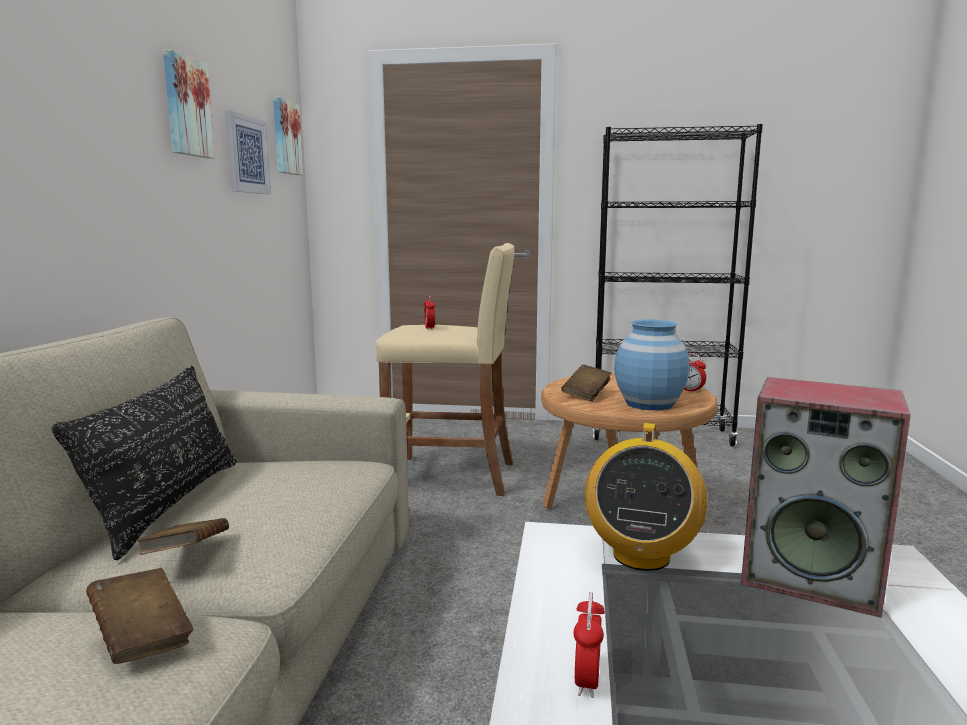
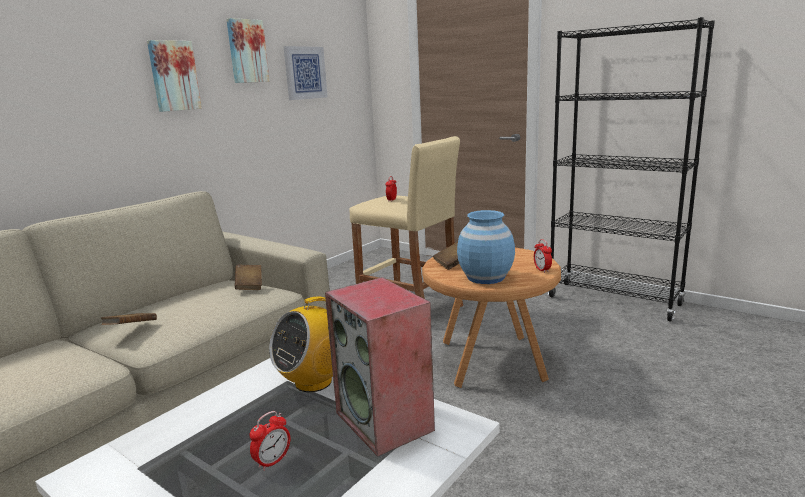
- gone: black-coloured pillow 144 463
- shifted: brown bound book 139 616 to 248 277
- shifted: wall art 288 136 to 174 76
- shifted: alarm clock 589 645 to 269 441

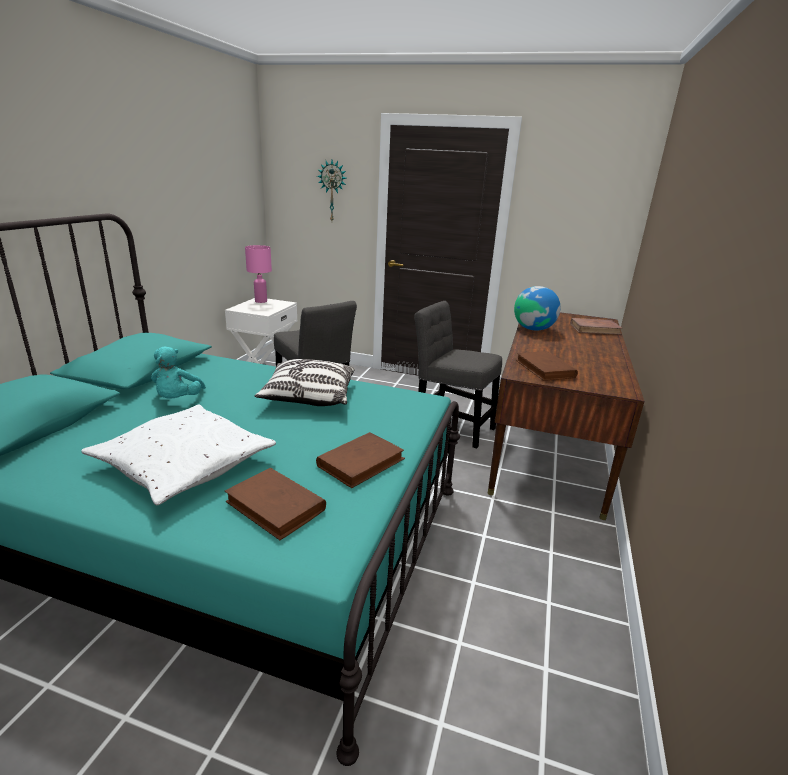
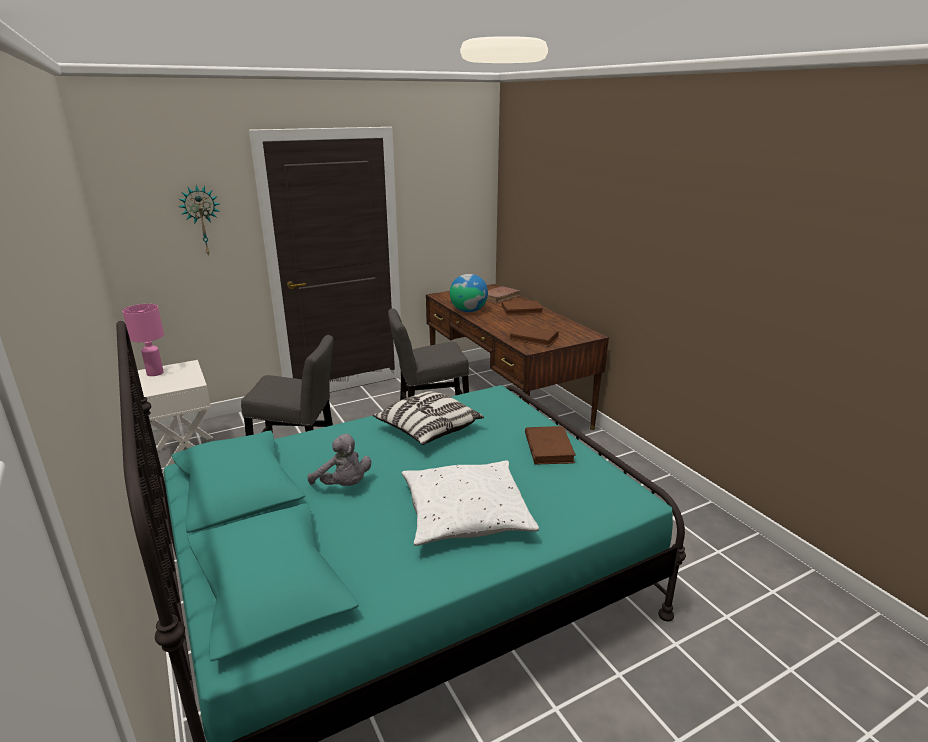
- shifted: brown bound book 275 504 to 523 308
- repainted: blue-green soft toy 178 372 to greyish soft toy 339 460

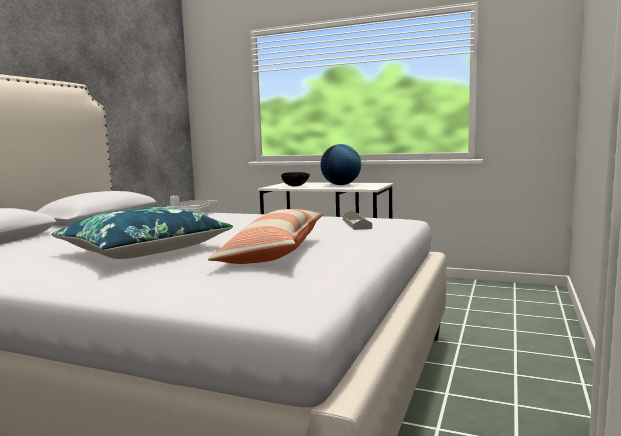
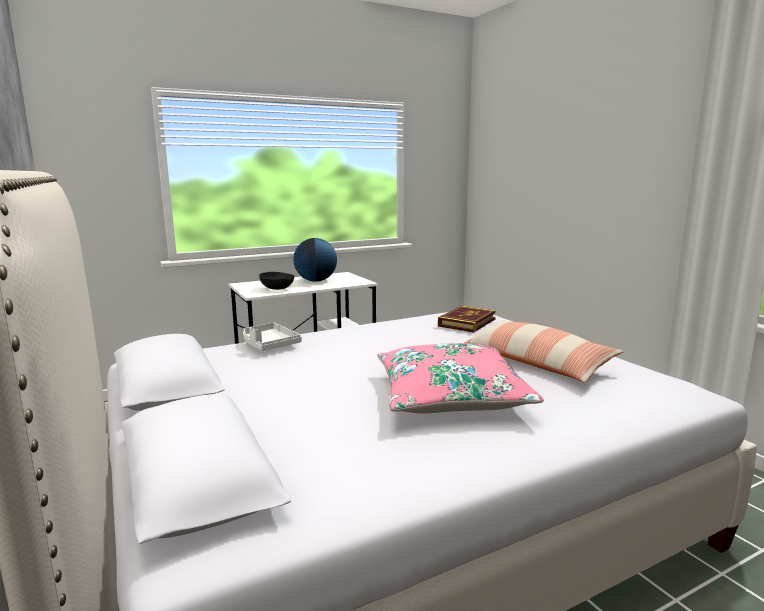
- swapped: greyish carrying tray 357 220 to bound book 467 319
- repainted: blue pillow 142 233 to pink-coloured pillow 460 378

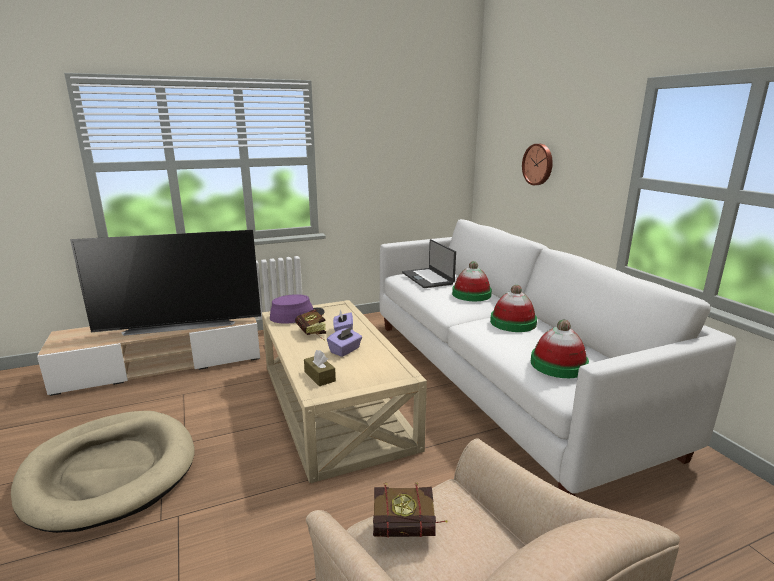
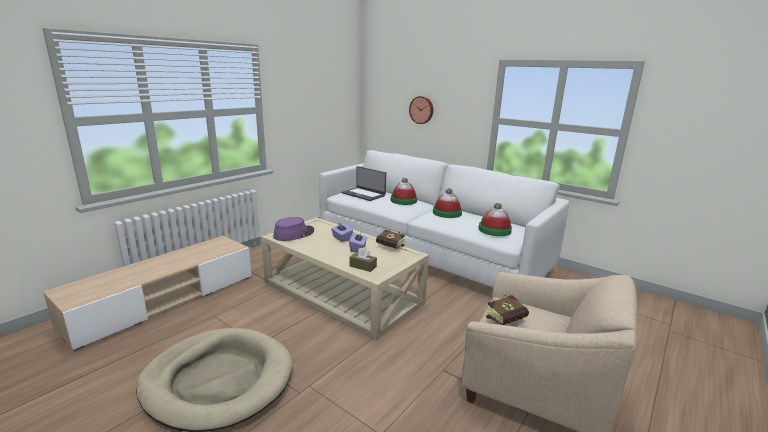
- gone: television 165 283
- shifted: bound book 310 324 to 392 240

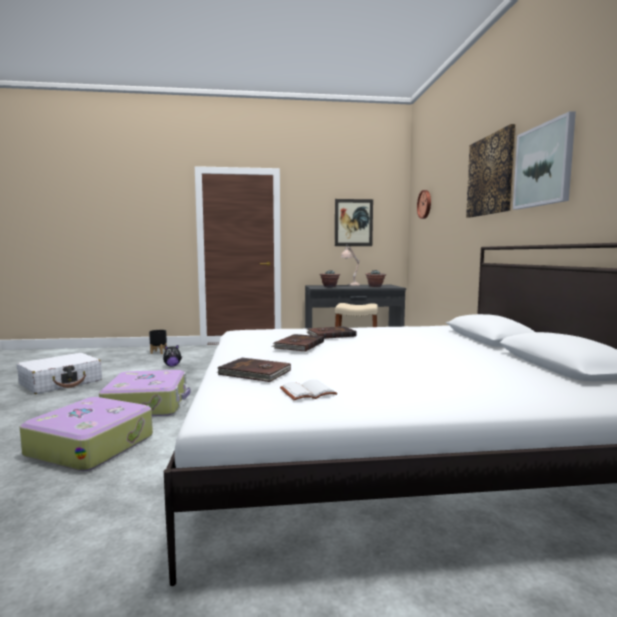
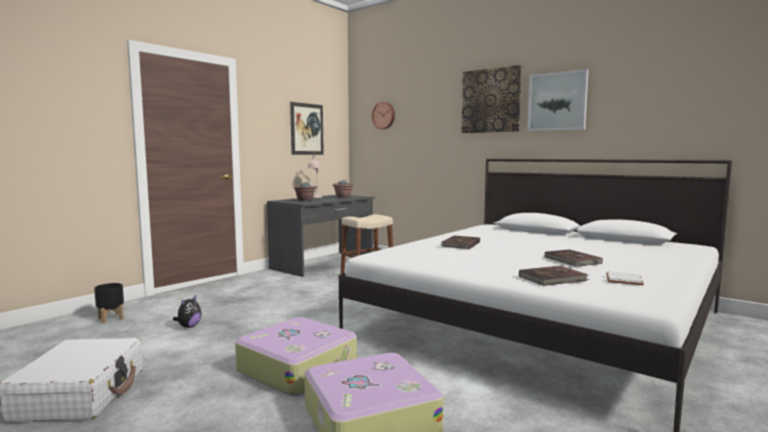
- shifted: brown bound book 297 343 to 573 258

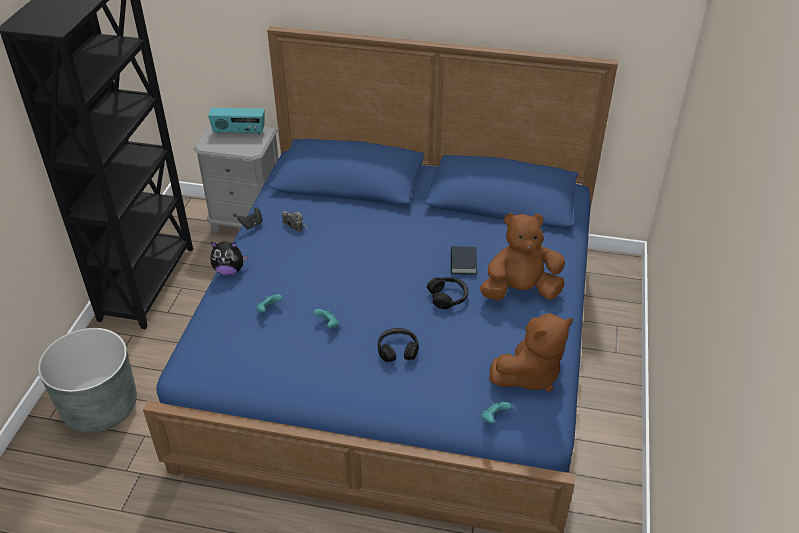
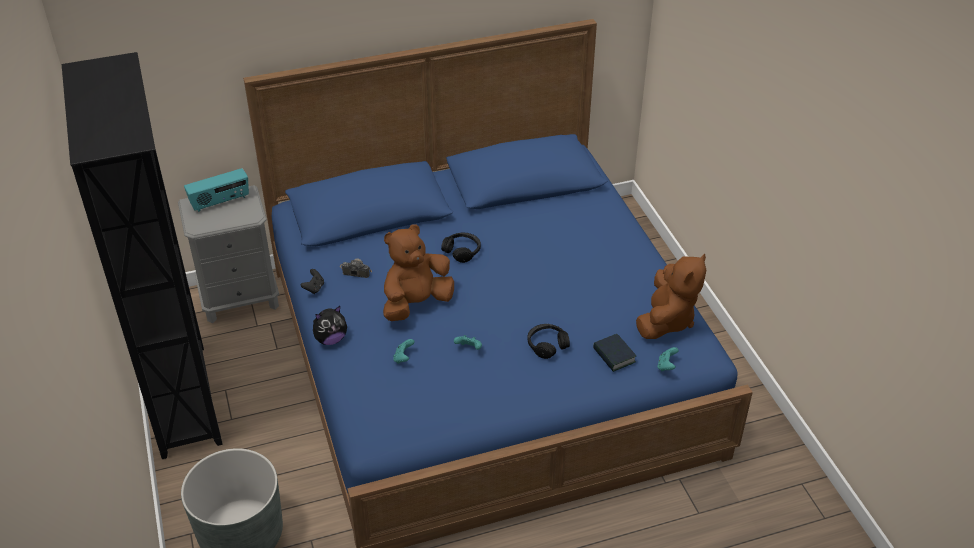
- shifted: black-coloured pair of headphones 447 293 to 461 248
- shifted: bound book 464 260 to 614 353
- shifted: brown soft toy 522 256 to 418 272

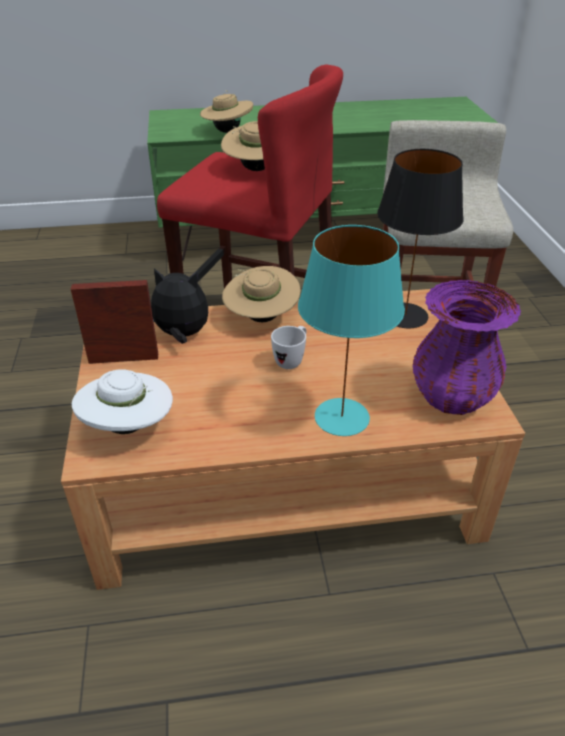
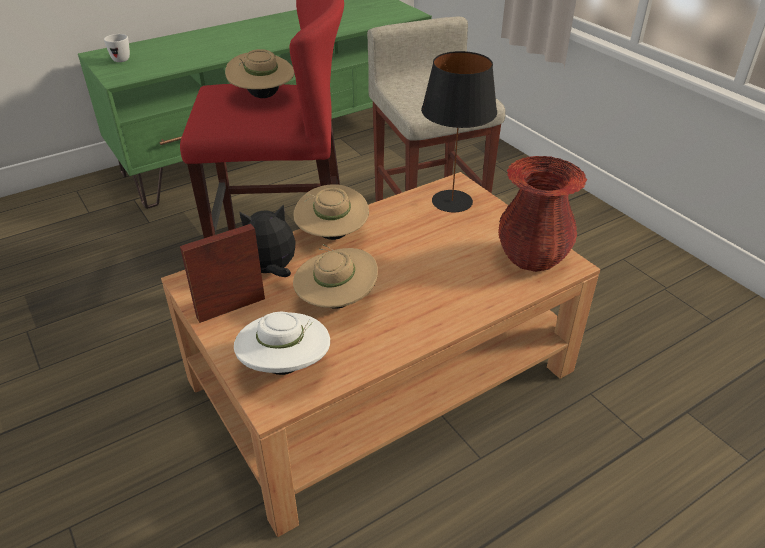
- gone: blue-green lamp for a table 351 330
- shifted: beige-coloured wearable hat 226 111 to 335 276
- shifted: white-coloured tea mug 289 347 to 117 48
- repainted: purple-coloured vase 466 347 to red-coloured vase 542 214

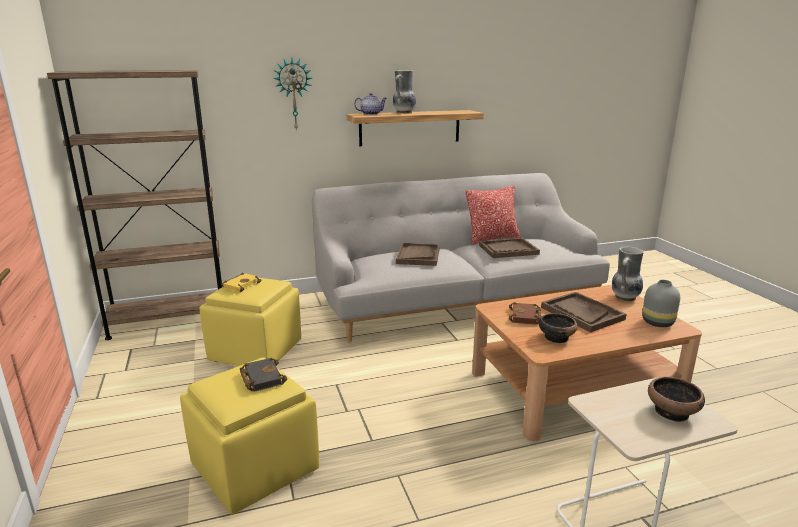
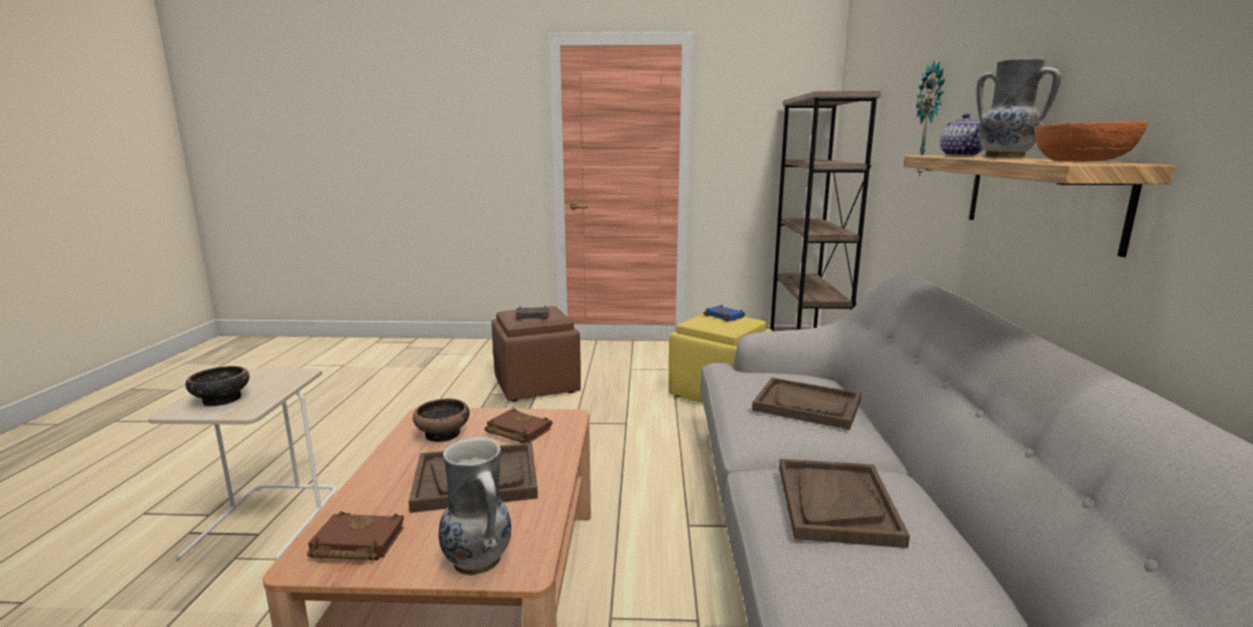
- gone: pillow 493 215
- new: orangey deep dish 1091 141
- swapped: greyish vase 661 303 to brown bound book 355 536
- repainted: yellow pouffe 249 436 to brown pouffe 536 354
- repainted: yellow bound book 241 282 to blue bound book 724 313

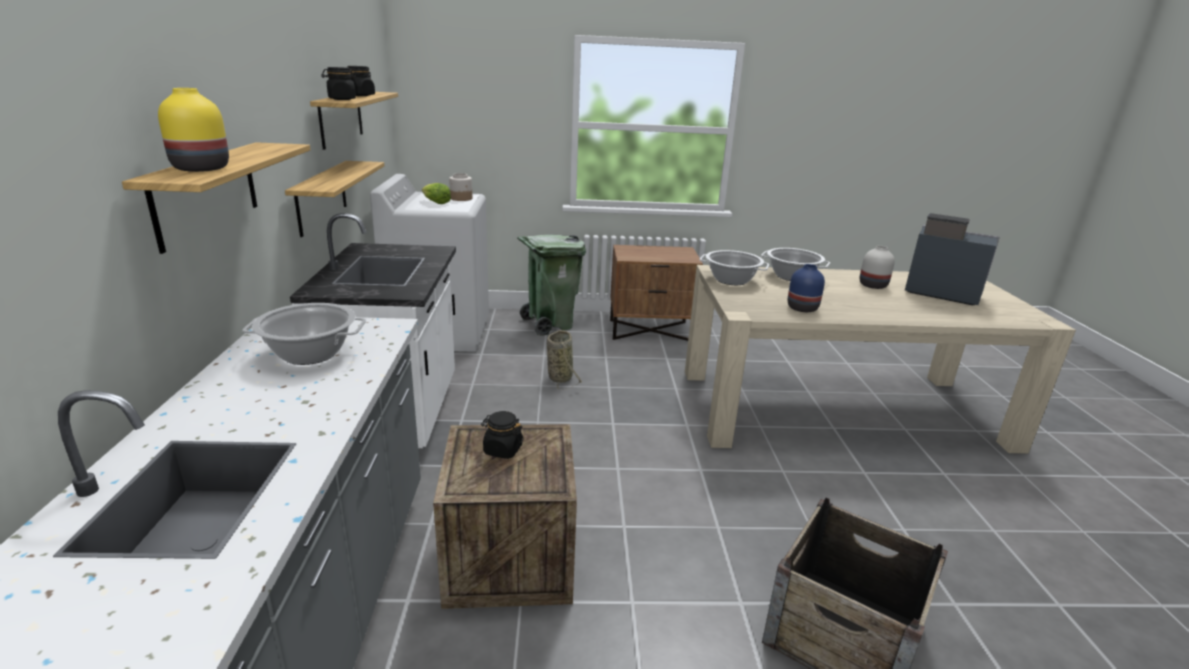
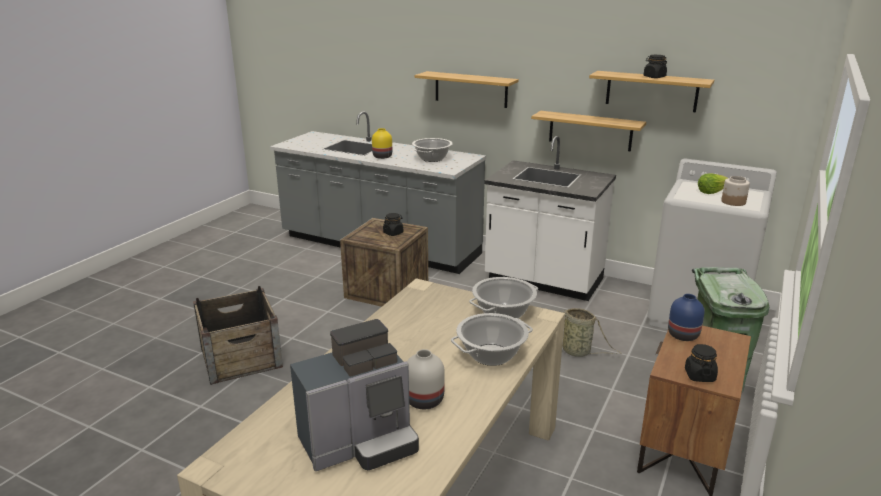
- shifted: yellow vase 193 130 to 382 143
- shifted: black-coloured preserve jar 339 83 to 701 363
- shifted: blue vase 806 288 to 686 317

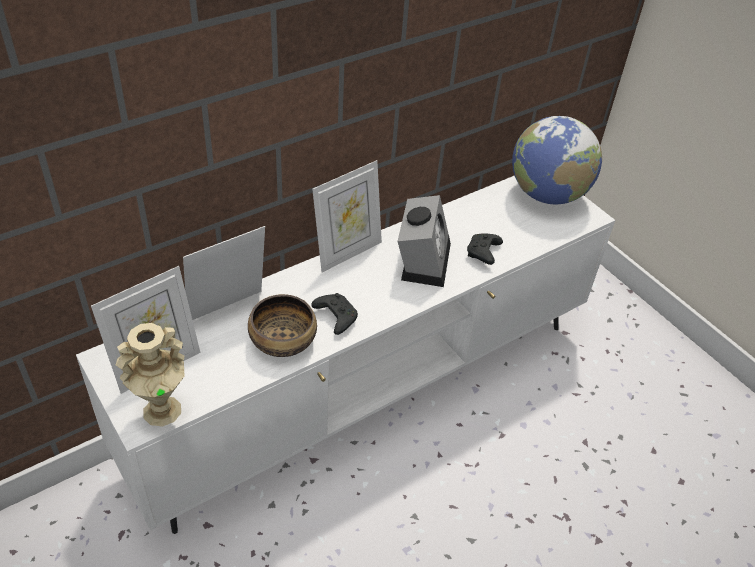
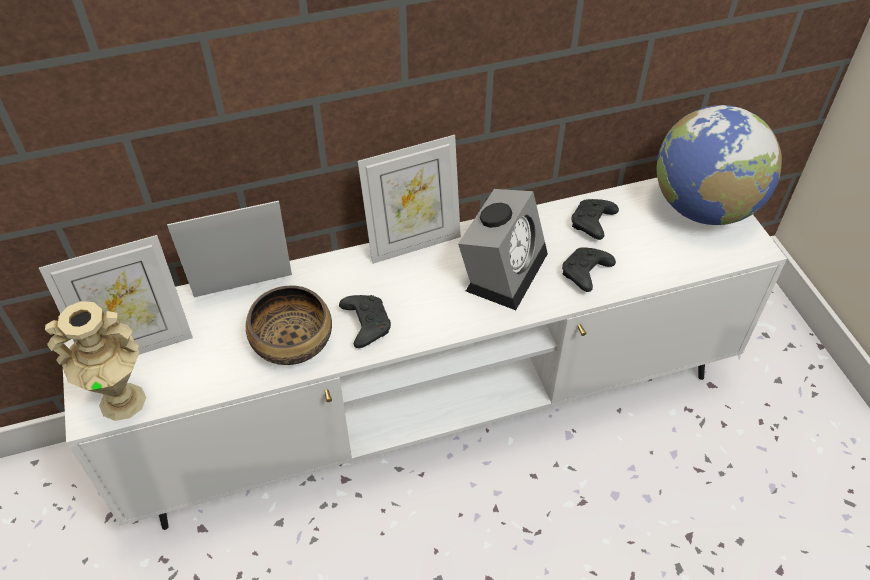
- new: black-coloured gamepad 595 219

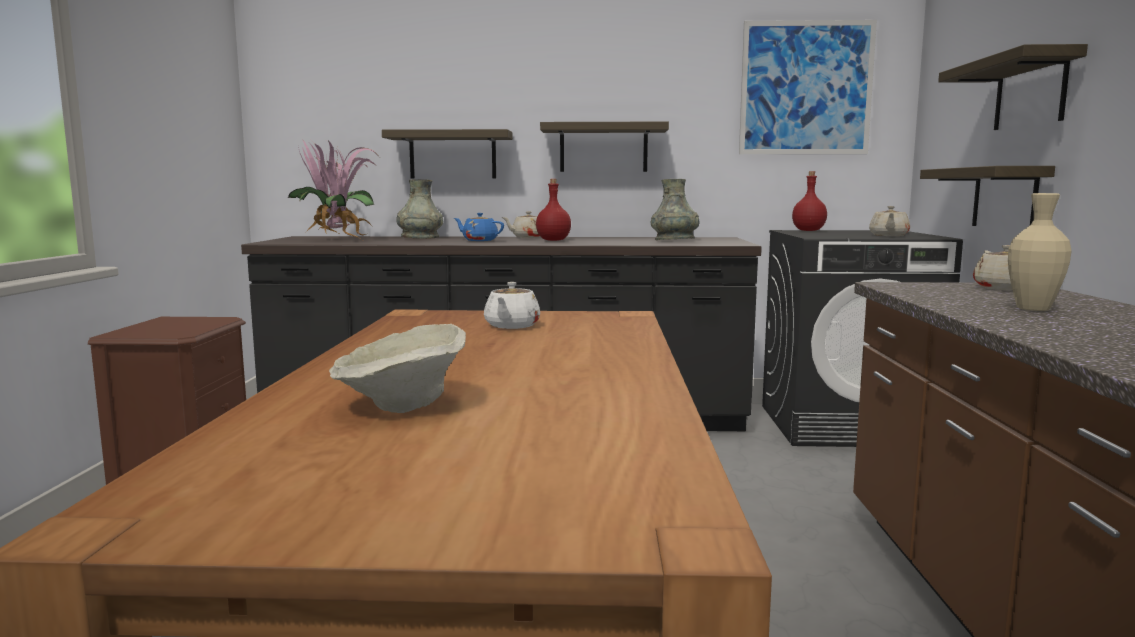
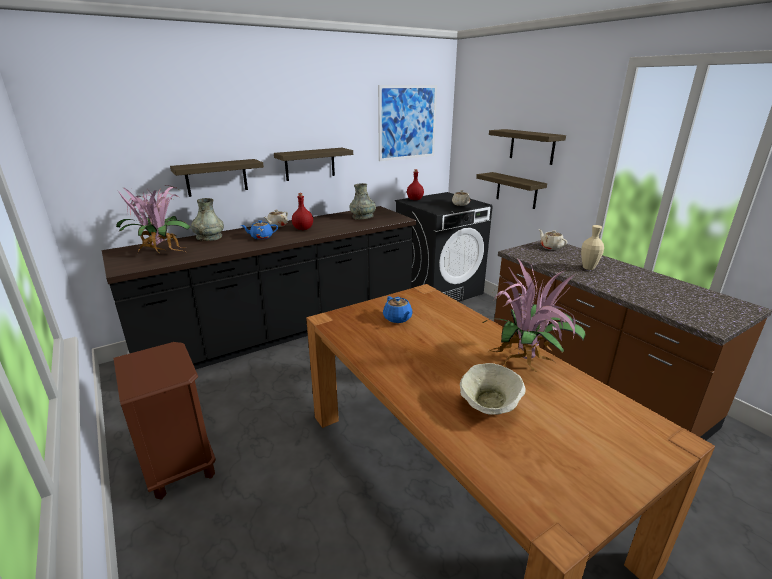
- new: plant in a pot 534 315
- repainted: white-coloured teapot 512 305 to blue teapot 398 309

